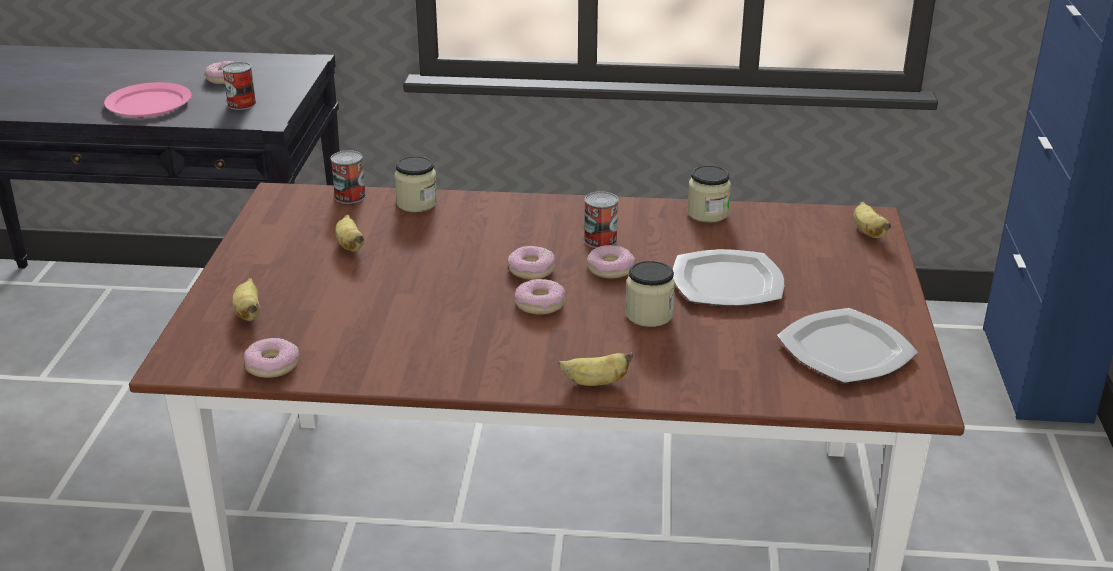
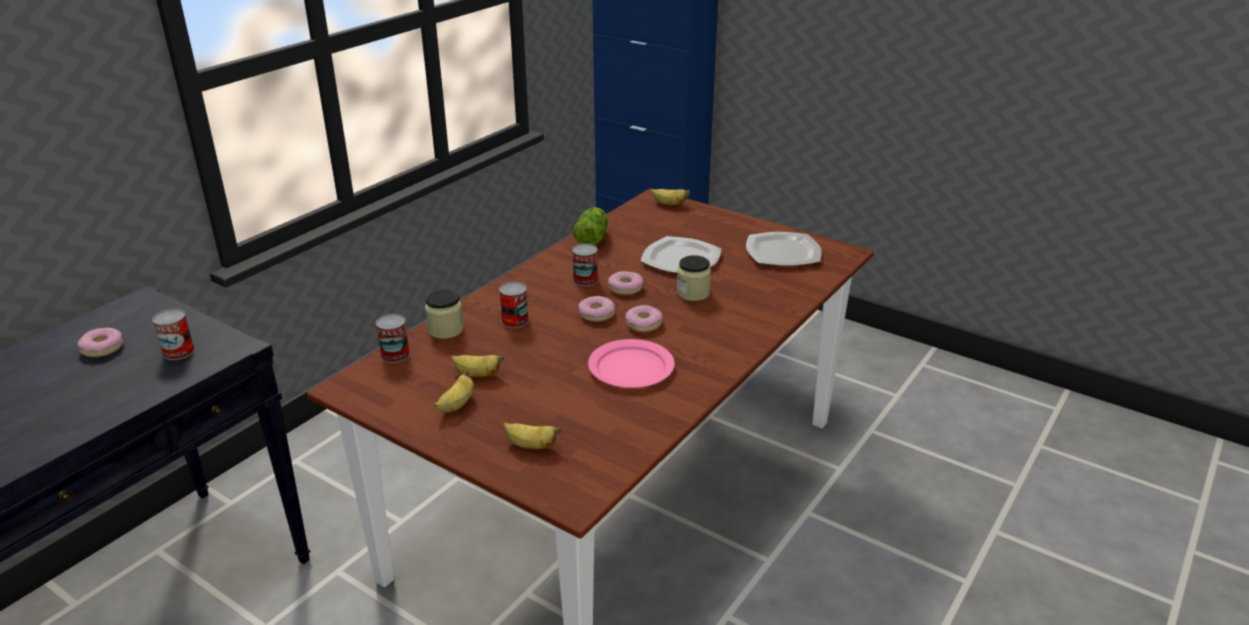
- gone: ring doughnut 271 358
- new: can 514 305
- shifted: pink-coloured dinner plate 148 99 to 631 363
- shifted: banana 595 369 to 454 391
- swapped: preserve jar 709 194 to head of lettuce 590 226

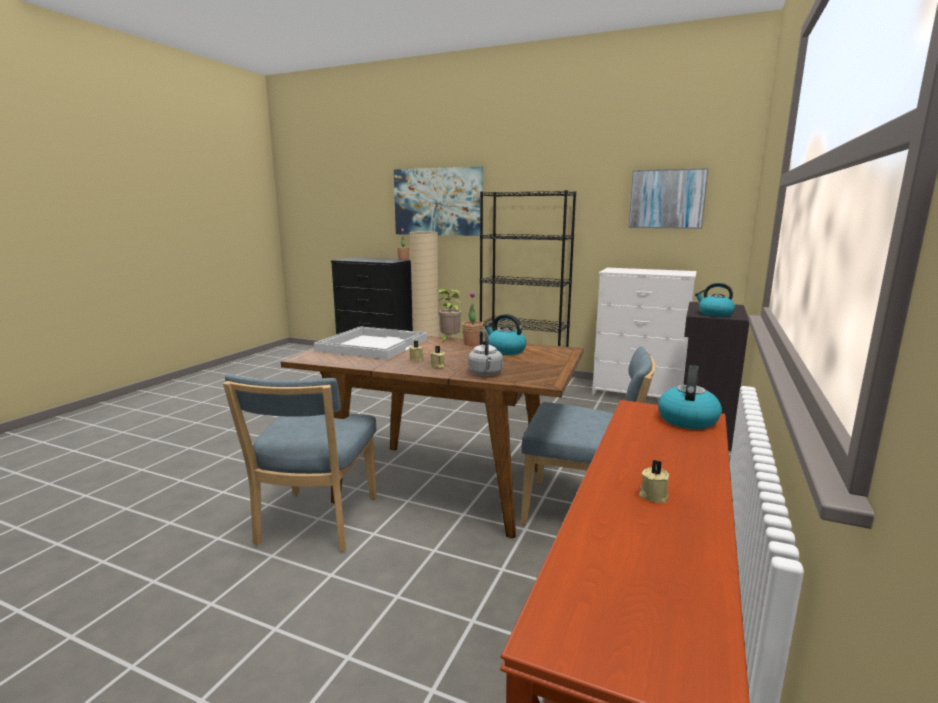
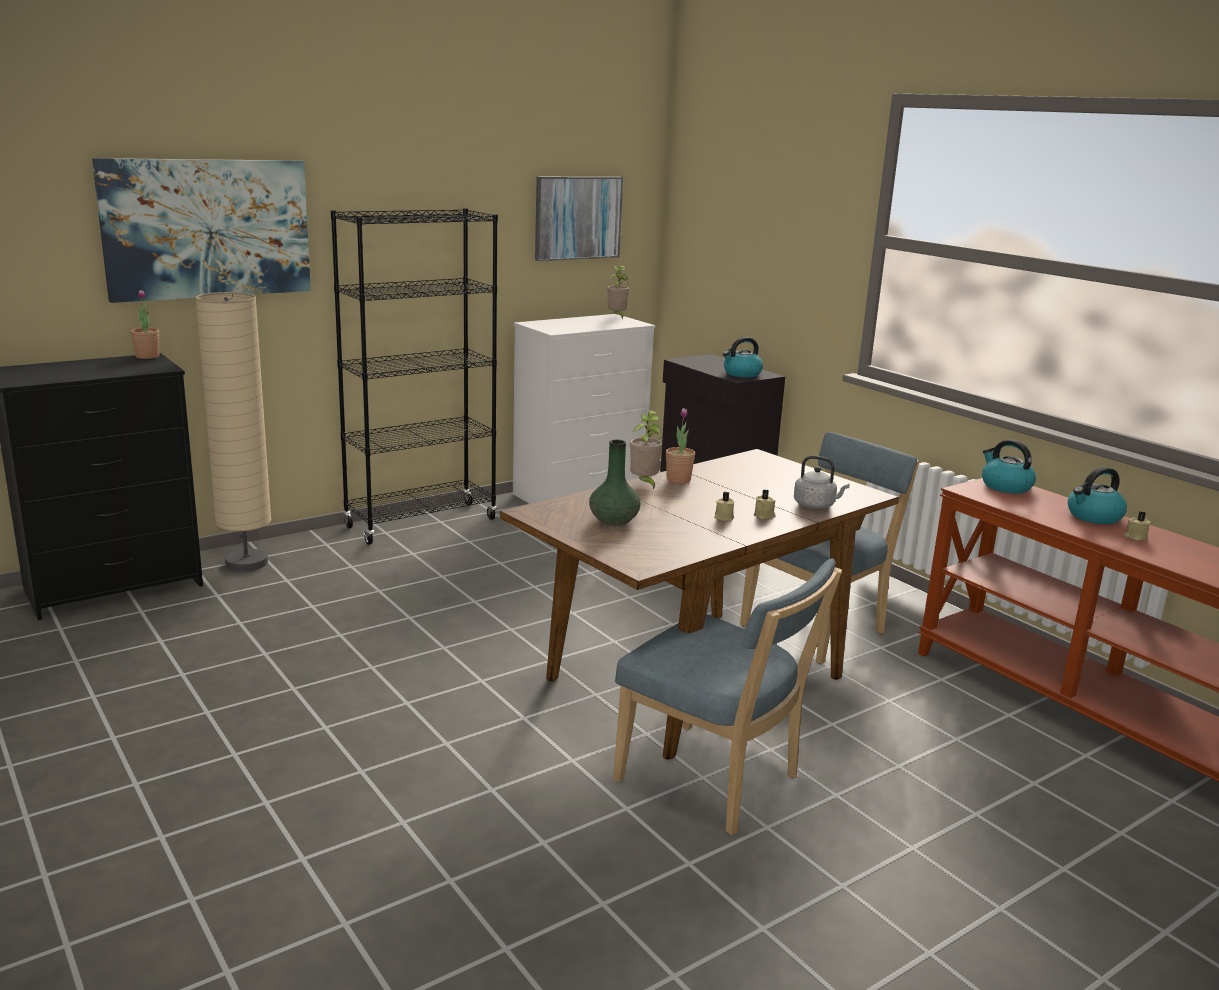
- new: plant in a pot 618 292
- shifted: tea kettle 505 334 to 1097 495
- swapped: white-coloured carrying tray 370 342 to green vase 615 482

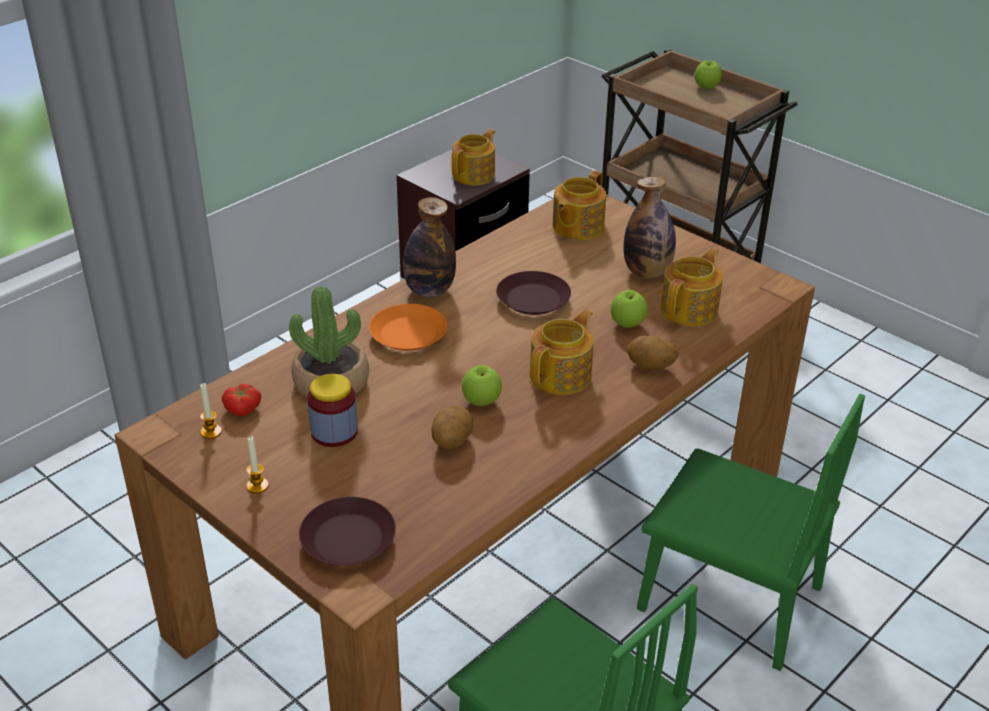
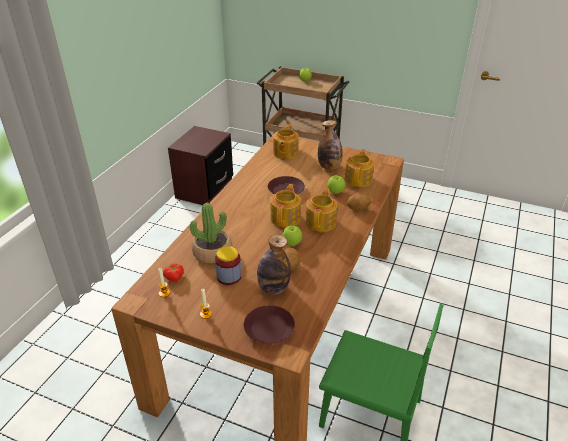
- gone: orangey dinner plate 408 327
- gone: green plain chair 751 532
- shifted: drink bottle 429 247 to 274 264
- shifted: teapot 473 157 to 285 206

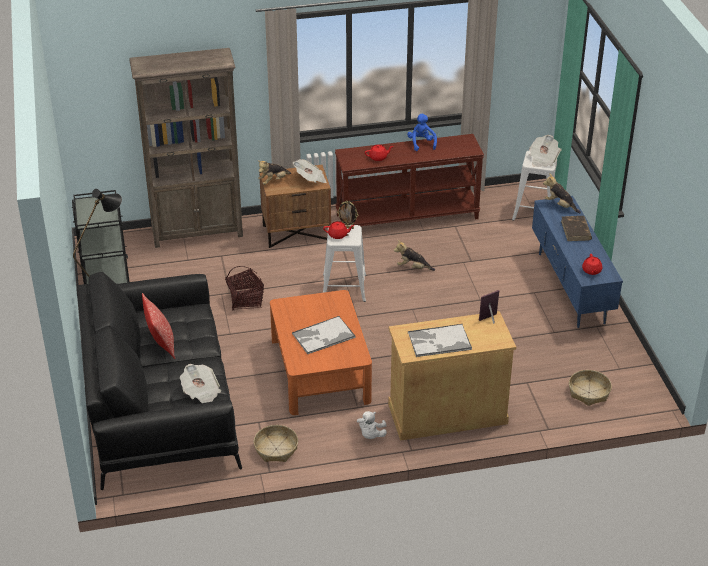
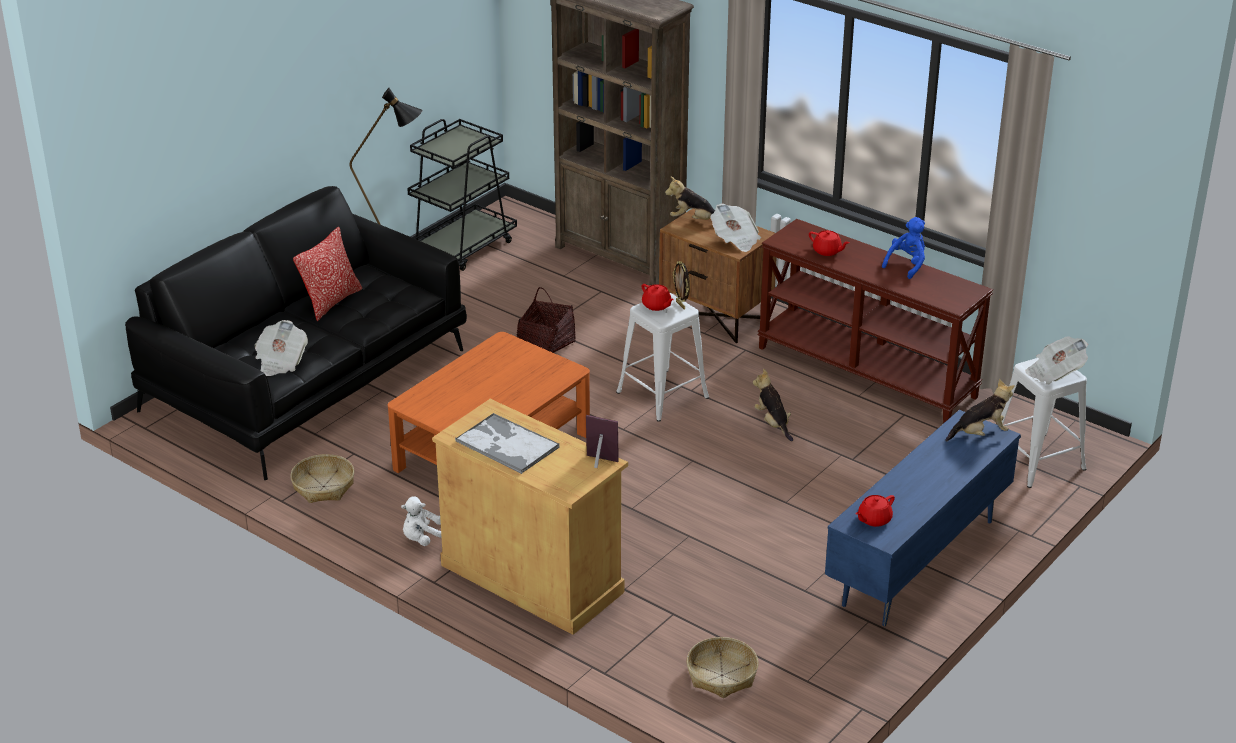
- gone: carrying tray 324 335
- gone: brown bound book 576 228
- rotated: soft toy 562 193 = 980 410 75 degrees clockwise

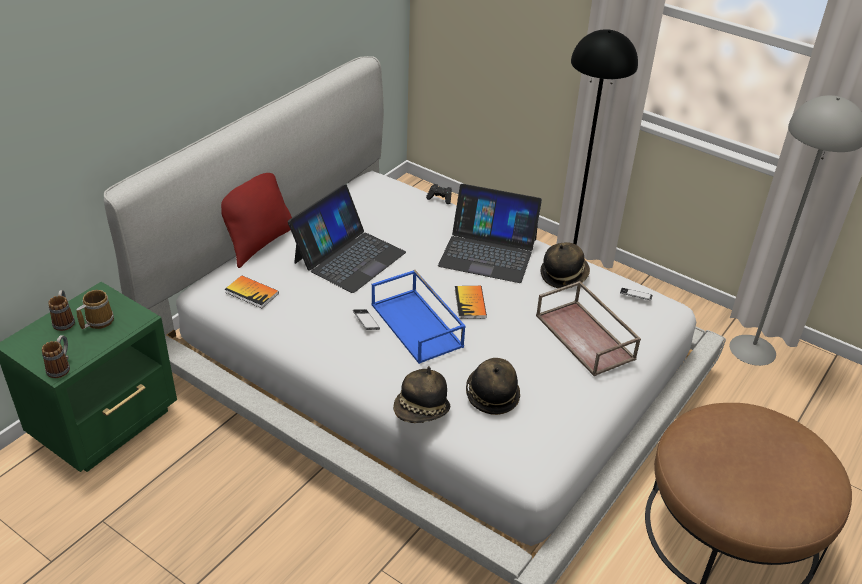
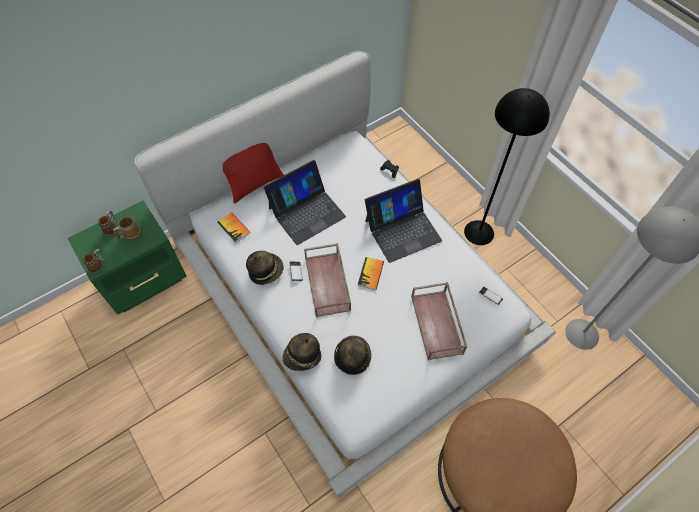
- shifted: wearable hat 565 265 to 265 268
- repainted: blue carrying tray 418 317 to brown carrying tray 327 280
- rotated: laptop 490 233 = 403 221 60 degrees counterclockwise

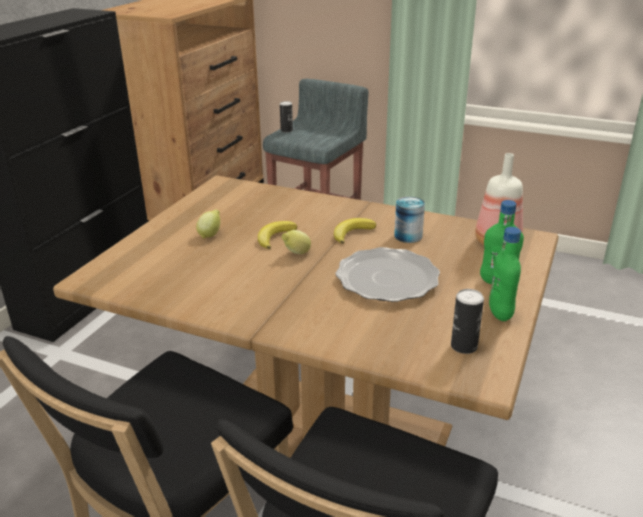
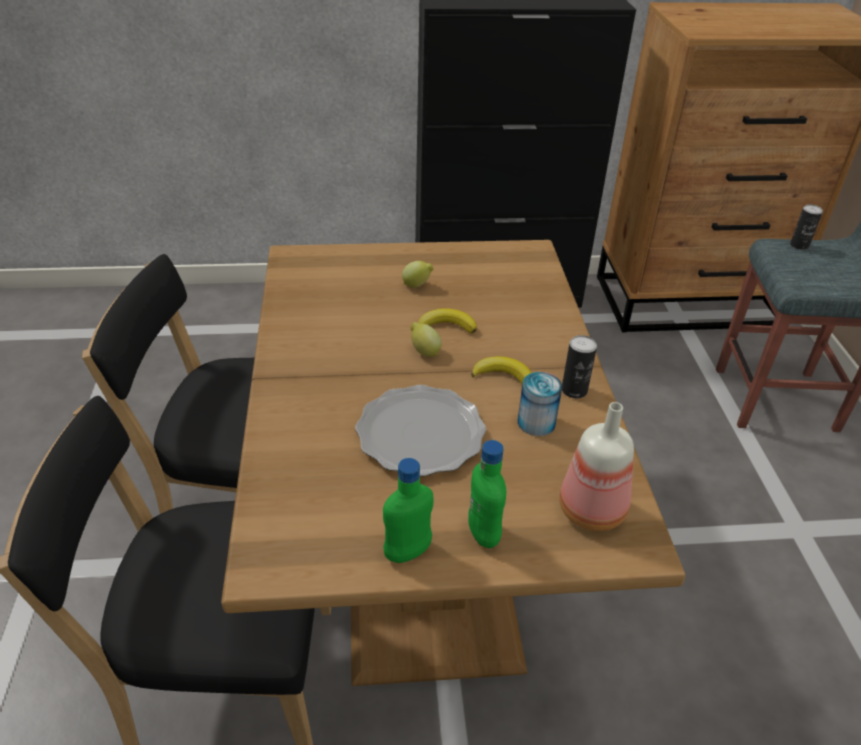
- shifted: can 467 321 to 579 366

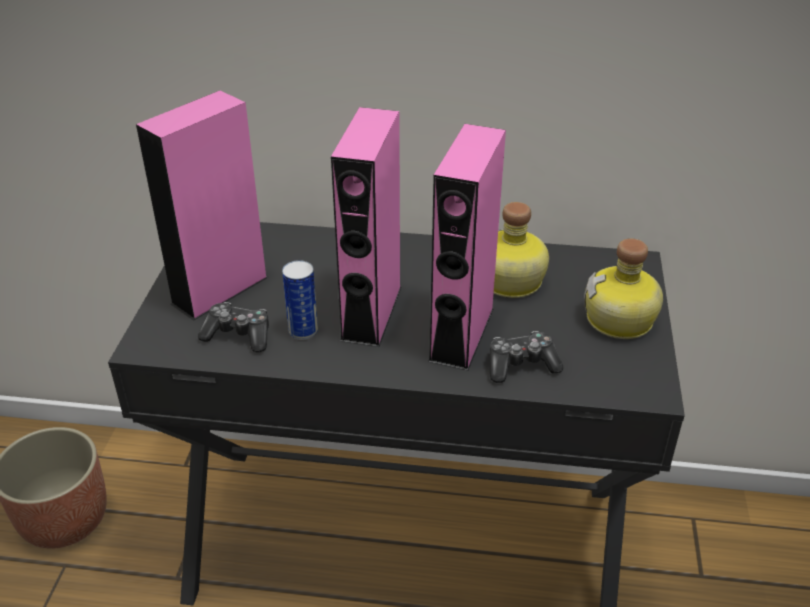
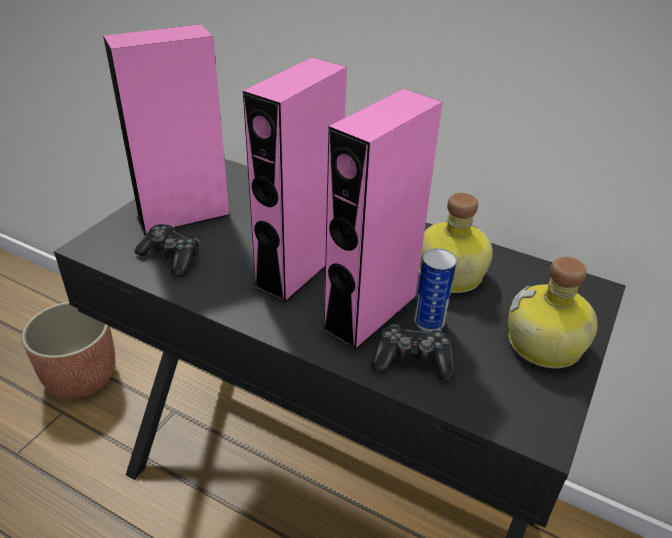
- shifted: can 300 300 to 435 290

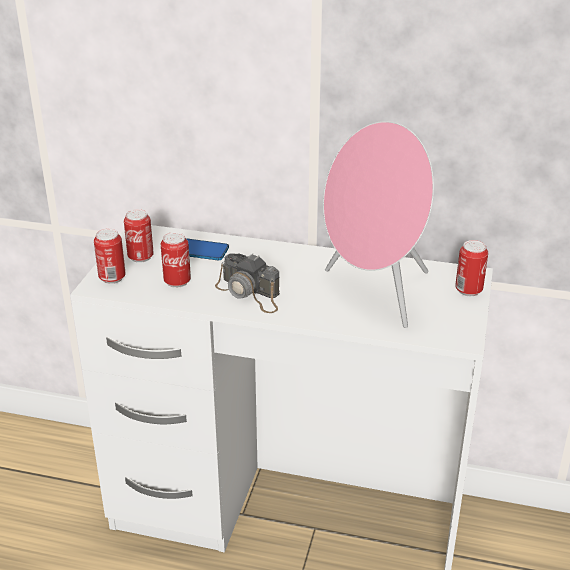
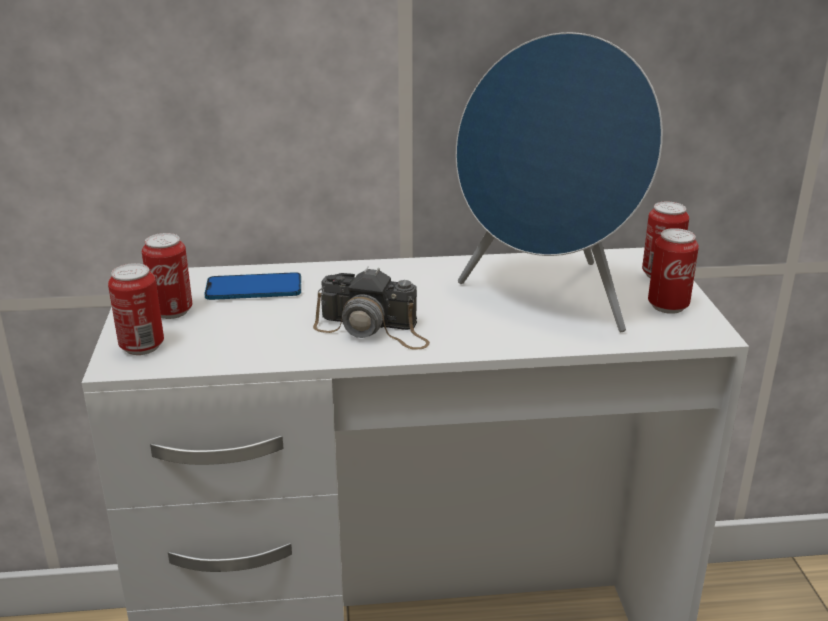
- shifted: can 176 260 to 673 271
- repainted: pink-coloured loudspeaker 378 224 to blue loudspeaker 559 182

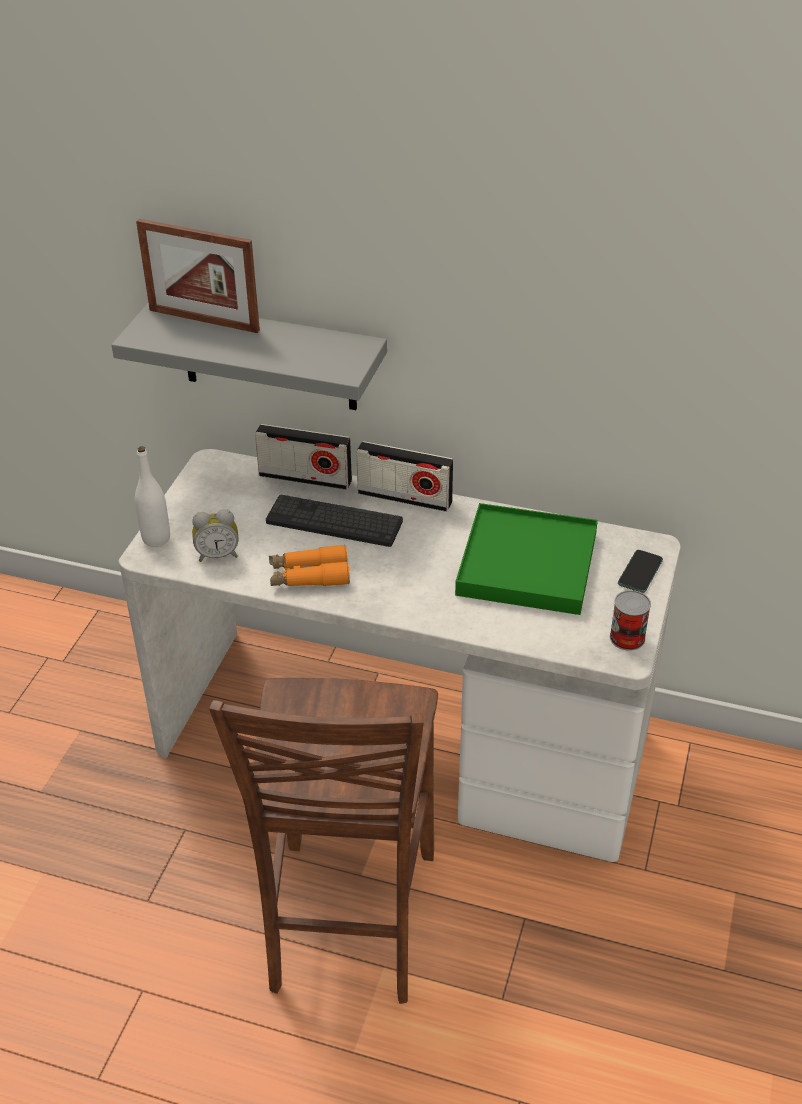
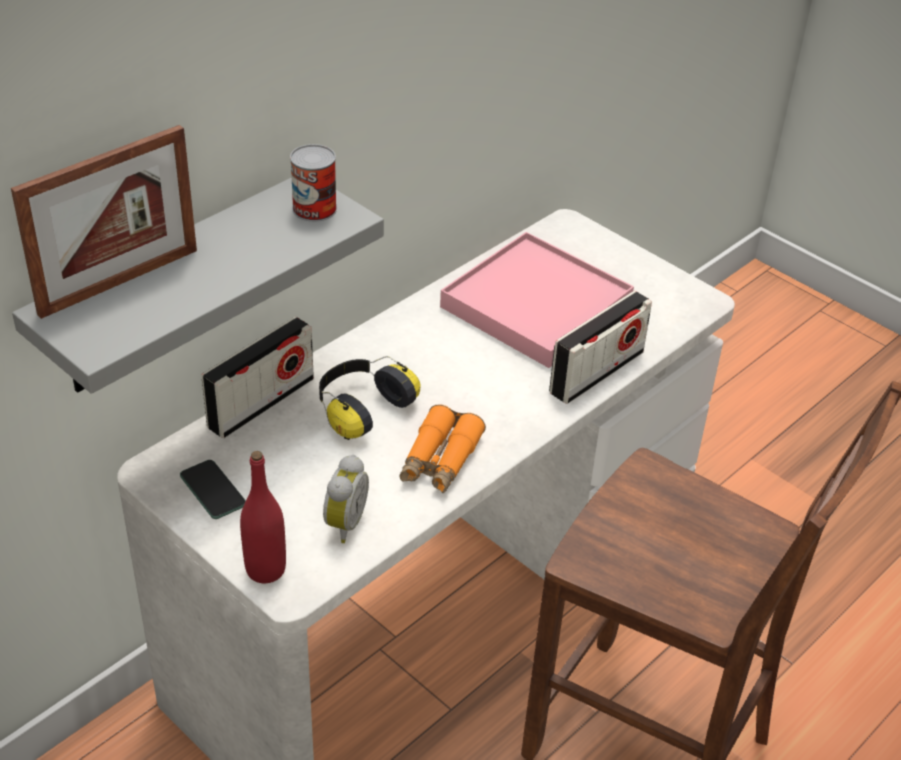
- shifted: radio set 404 476 to 600 347
- shifted: can 630 620 to 313 183
- shifted: handset 640 571 to 213 489
- swapped: keyboard 334 521 to pair of headphones 369 398
- repainted: white-coloured drink bottle 152 496 to red-coloured drink bottle 263 517
- repainted: green carrying tray 526 559 to pink-coloured carrying tray 537 300

